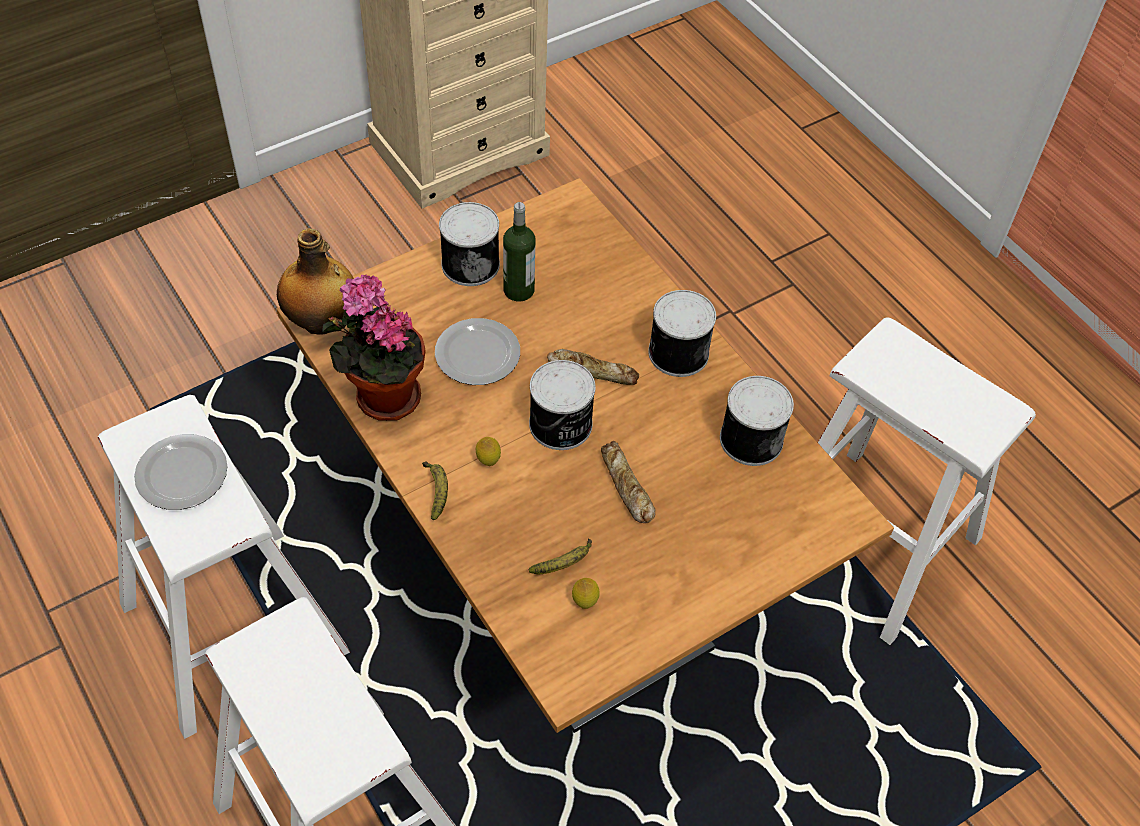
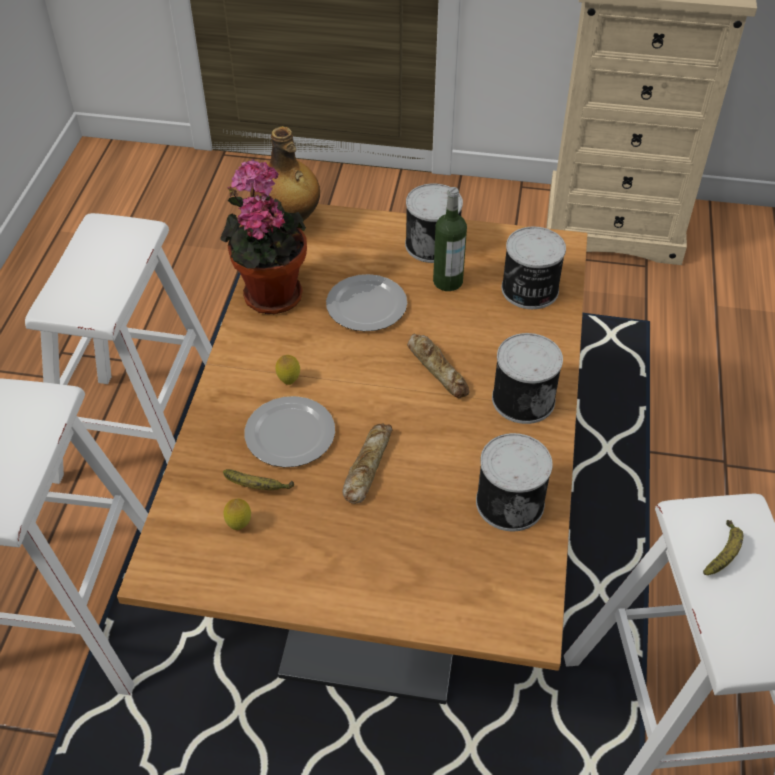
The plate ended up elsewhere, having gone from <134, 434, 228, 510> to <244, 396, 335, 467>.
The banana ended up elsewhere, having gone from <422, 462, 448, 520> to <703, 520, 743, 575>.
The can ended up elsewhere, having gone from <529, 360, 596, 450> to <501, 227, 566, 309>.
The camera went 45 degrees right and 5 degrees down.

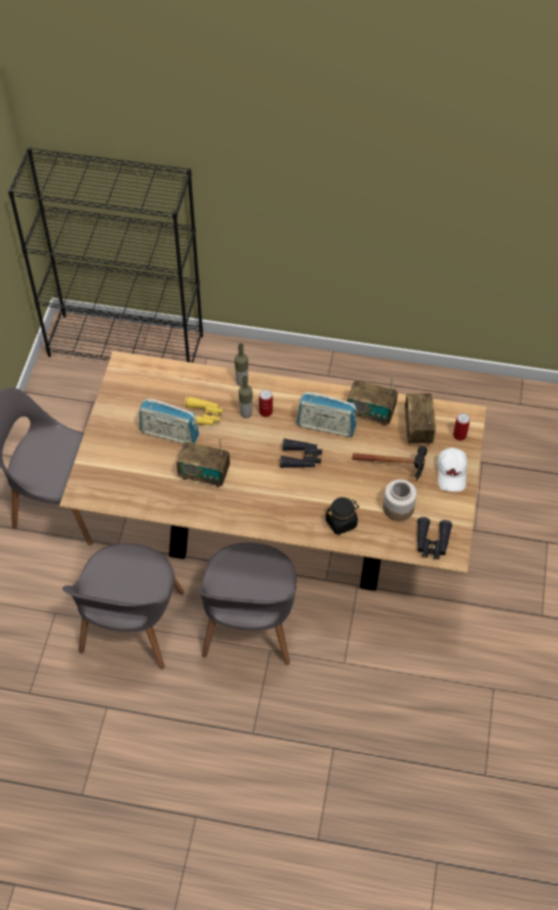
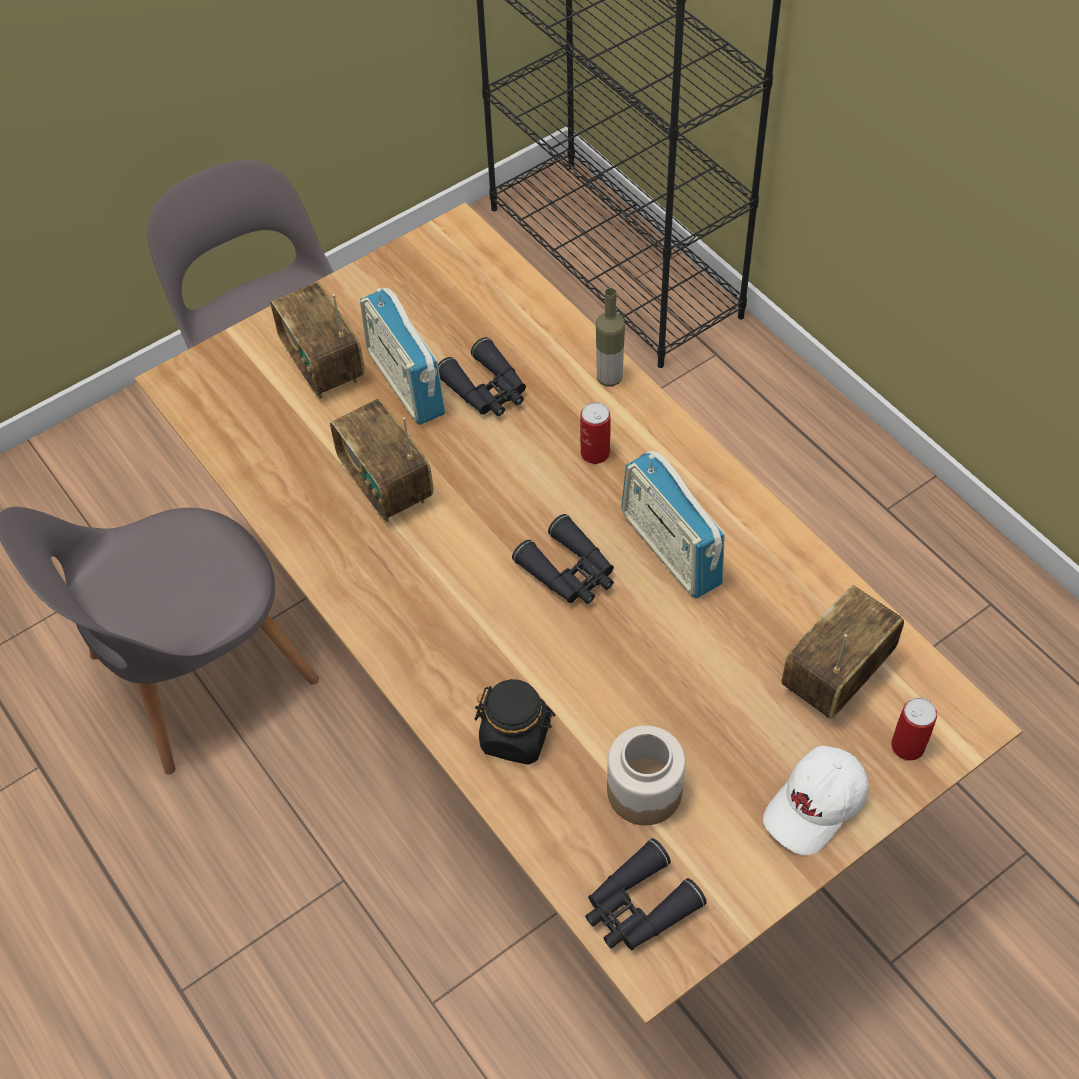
What was the binoculars (yellow) at <185, 396, 223, 426> turned into the binoculars (black) at <438, 337, 526, 416>.
The second view lost the chair (grey) at <197, 543, 297, 665>.
The second view lost the bottle at <239, 376, 253, 418>.
The radio ended up elsewhere, having gone from <347, 375, 398, 426> to <270, 282, 365, 399>.
The second view lost the hammer at <352, 446, 427, 481>.
The camera went 45 degrees right and 0 degrees up.

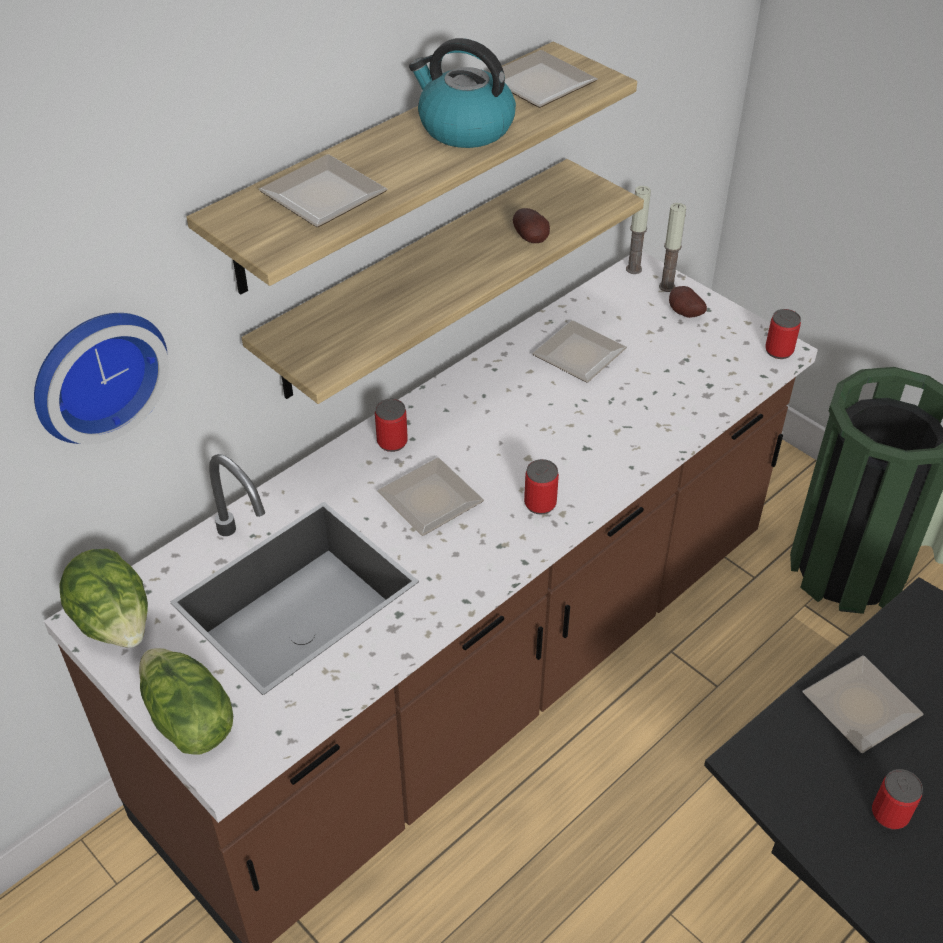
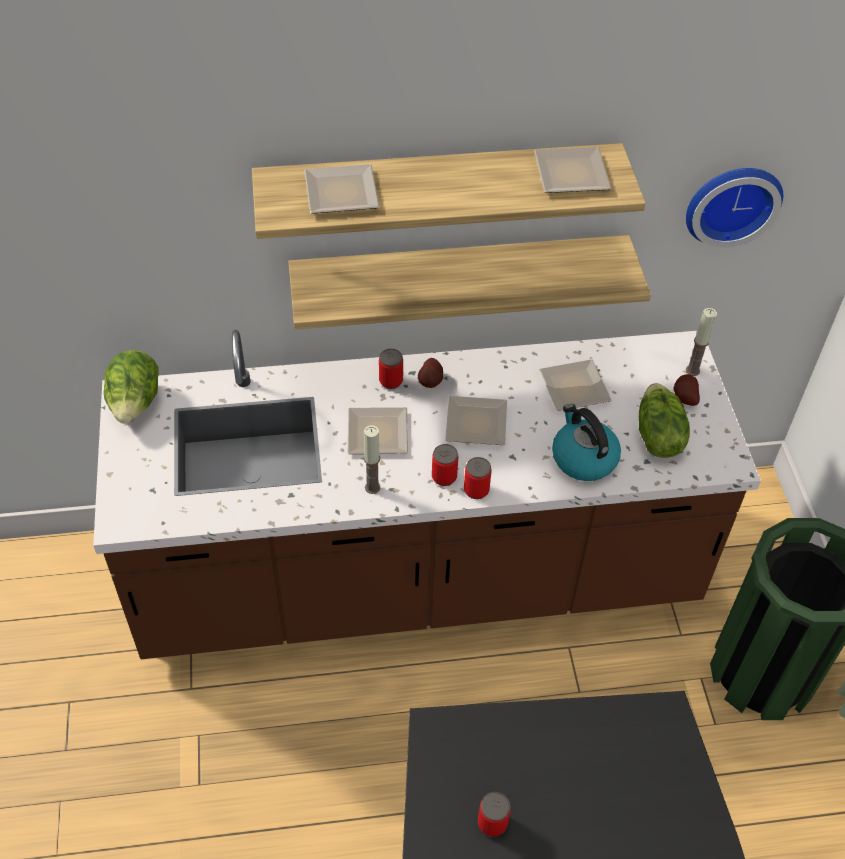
The wall clock ended up elsewhere, having gone from <34, 313, 169, 444> to <686, 168, 783, 248>.
The lettuce ended up elsewhere, having gone from <139, 648, 233, 755> to <639, 383, 690, 458>.
The kettle ended up elsewhere, having gone from <409, 38, 516, 148> to <552, 404, 621, 481>.
The potato ended up elsewhere, having gone from <513, 208, 550, 243> to <418, 358, 443, 388>.
The candle ended up elsewhere, having gone from <626, 186, 651, 274> to <364, 425, 380, 494>.
The can ended up elsewhere, having gone from <765, 309, 801, 359> to <464, 457, 491, 499>.
The plate ended up elsewhere, having gone from <803, 655, 924, 753> to <445, 396, 507, 445>.
The camera went 35 degrees right and 5 degrees up.

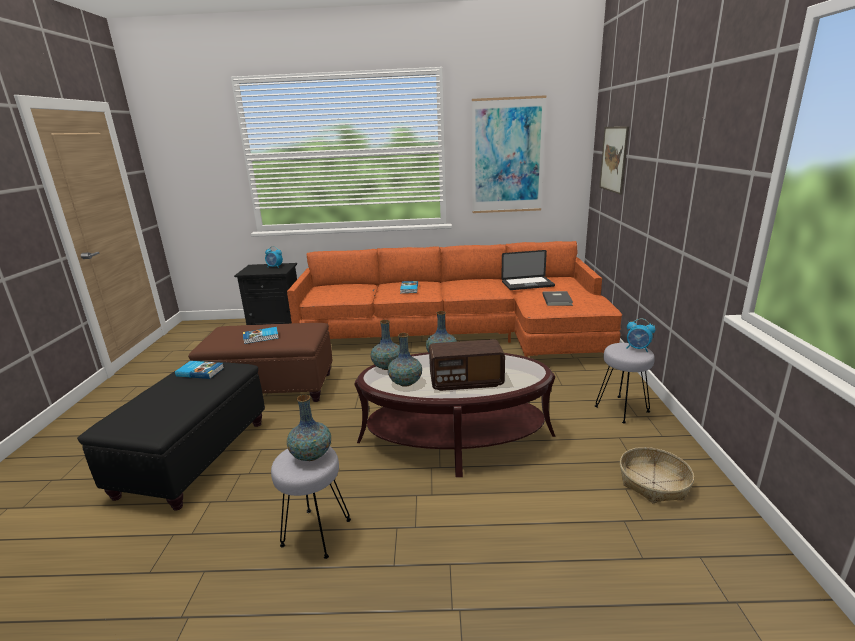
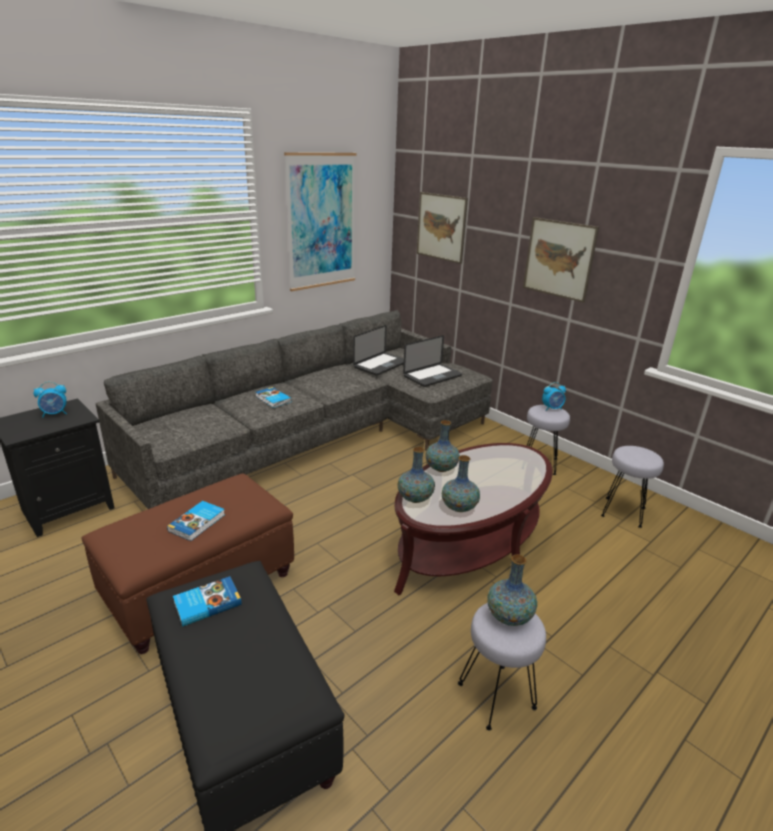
What was the sofa (orange) at <287, 241, 622, 357> turned into the sofa (grey) at <95, 310, 493, 509>.
The second view lost the radio at <429, 339, 505, 391>.
Where the book (grey) stood at <542, 291, 573, 306>, the laptop came to stand at <403, 335, 462, 387>.
Where the basket stood at <620, 447, 694, 503>, the stool (grey) came to stand at <601, 446, 664, 528>.
The second view gained the picture at <523, 217, 599, 303>.
The camera went 45 degrees left and 5 degrees up.

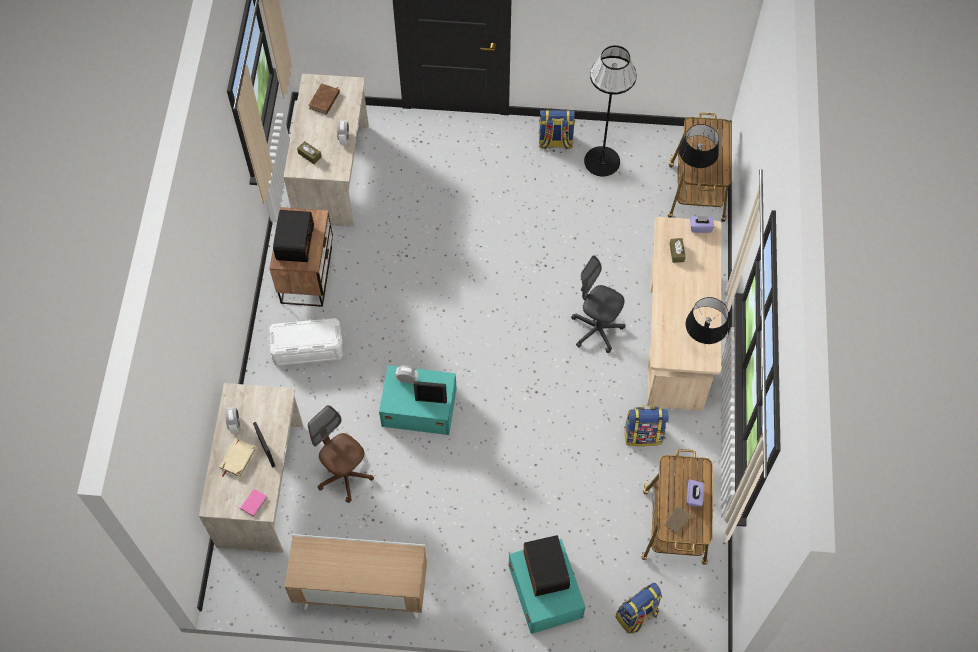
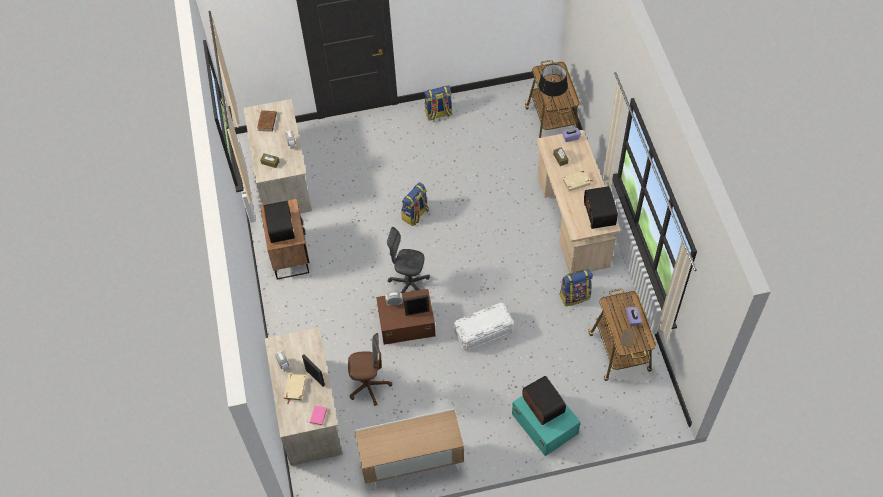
The storage box (white) ended up elsewhere, having gone from <269, 318, 343, 366> to <454, 302, 514, 351>.
The office chair (brown) at <308, 405, 374, 503> ended up facing another way, 150 degrees clockwise from before.
What was the storage box (turquoise) at <379, 365, 457, 435> turned into the storage box (brown) at <376, 289, 436, 345>.
The office chair (grey) ended up elsewhere, having gone from <571, 255, 626, 353> to <387, 227, 430, 293>.
The second view lost the floor lamp (black) at <584, 45, 637, 176>.
The backpack ended up elsewhere, having gone from <616, 583, 662, 634> to <401, 183, 429, 226>.
Where the table lamp (black) stood at <686, 297, 729, 344>, the radio came to stand at <584, 186, 618, 229>.
The second view gained the book (beige) at <562, 170, 593, 192>.
The camera went 15 degrees left and 5 degrees down.

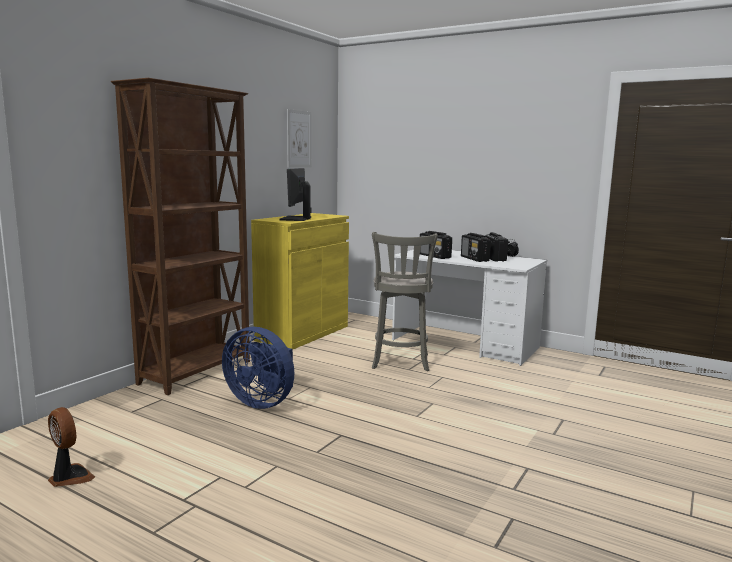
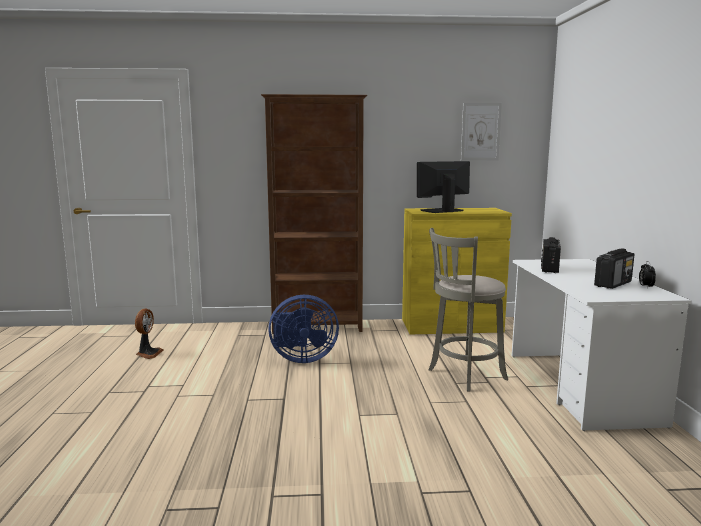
The fan (blue) at <222, 327, 294, 409> ended up facing another way, 90 degrees counterclockwise from before.
The second view lost the radio at <461, 233, 491, 262>.
The camera went 55 degrees right and 0 degrees up.

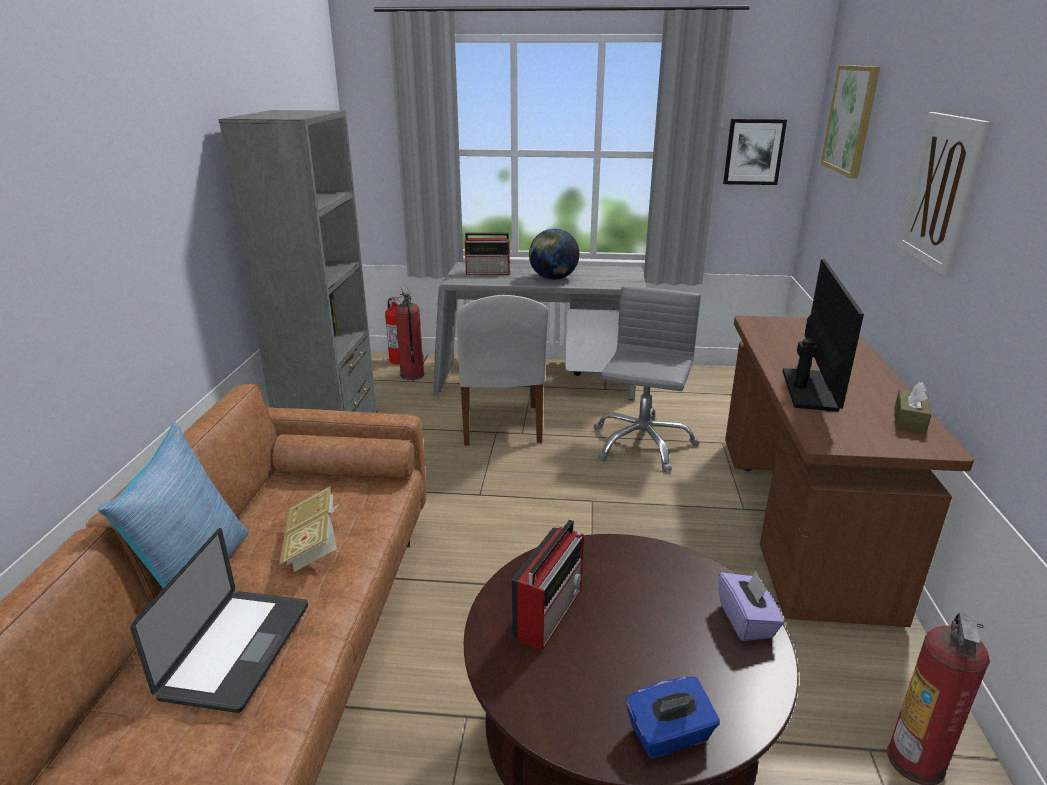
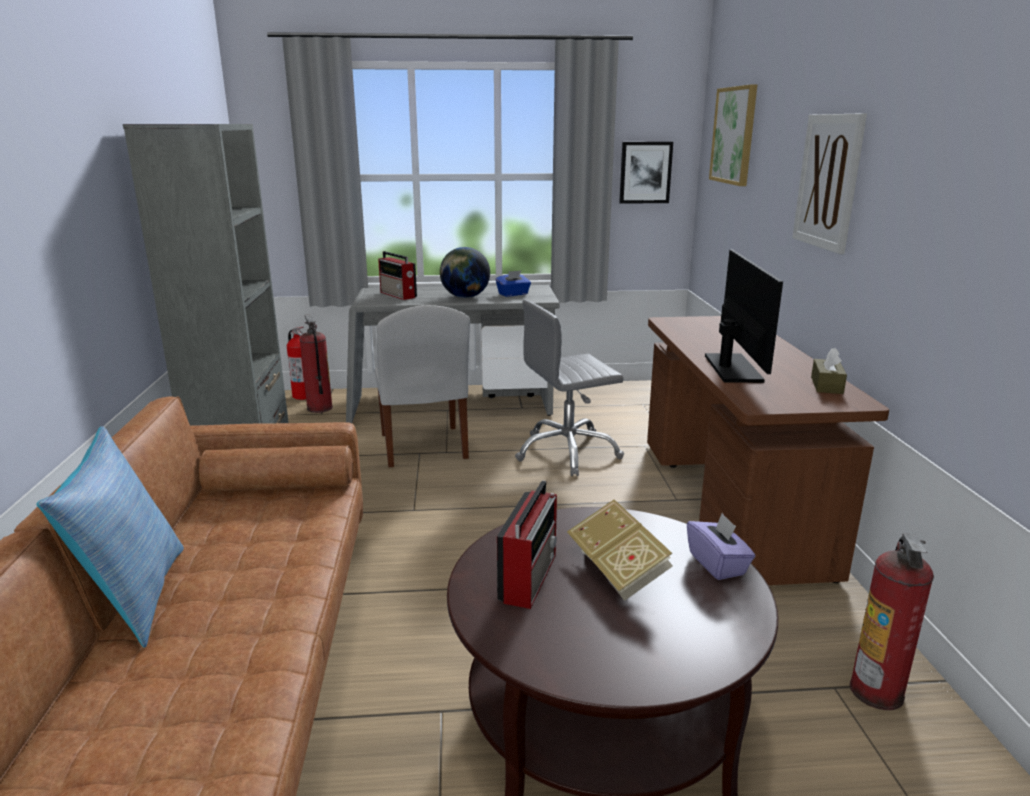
The second view lost the laptop at <130, 528, 308, 713>.
The book ended up elsewhere, having gone from <279, 486, 339, 572> to <567, 499, 673, 601>.
The radio at <465, 233, 512, 275> ended up facing another way, 60 degrees clockwise from before.
The office chair (grey) at <593, 286, 701, 472> ended up facing another way, 120 degrees counterclockwise from before.
The tissue box (blue) ended up elsewhere, having gone from <626, 677, 720, 758> to <496, 270, 531, 297>.
The camera went 10 degrees left and 5 degrees down.

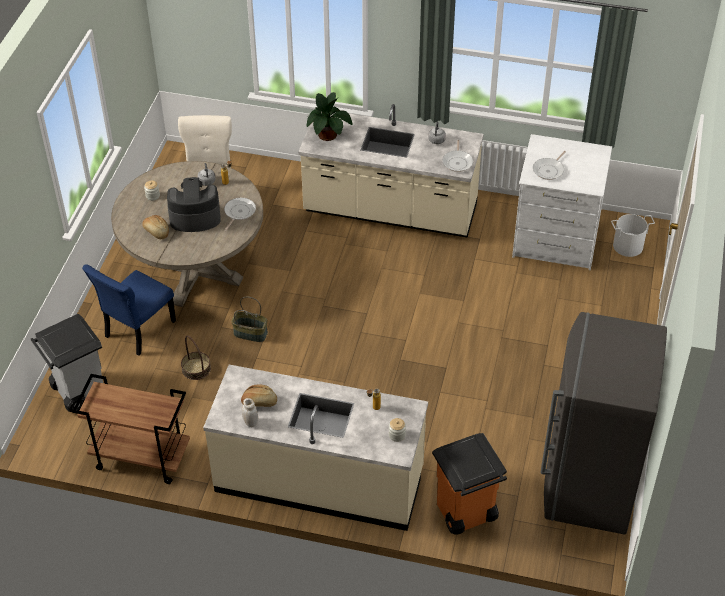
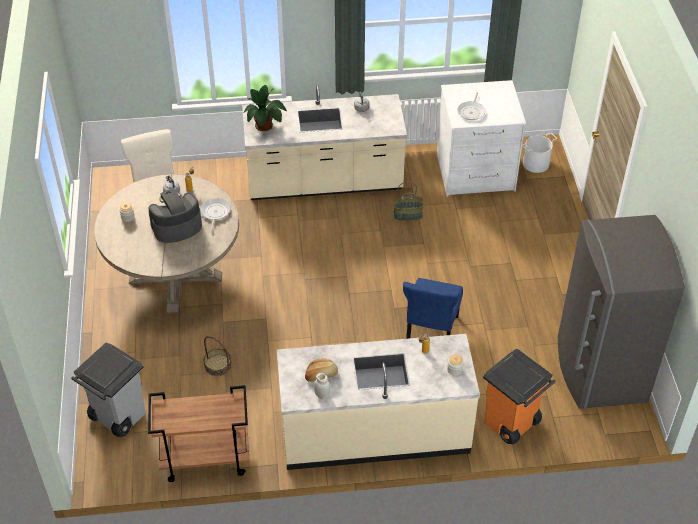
The chair (blue) ended up elsewhere, having gone from <82, 264, 176, 356> to <403, 278, 463, 339>.
The second view lost the bread at <142, 215, 169, 239>.
The basket ended up elsewhere, having gone from <231, 297, 268, 342> to <393, 181, 424, 220>.
The second view lost the frying pan at <442, 140, 473, 172>.
The camera went 20 degrees left and 0 degrees up.

